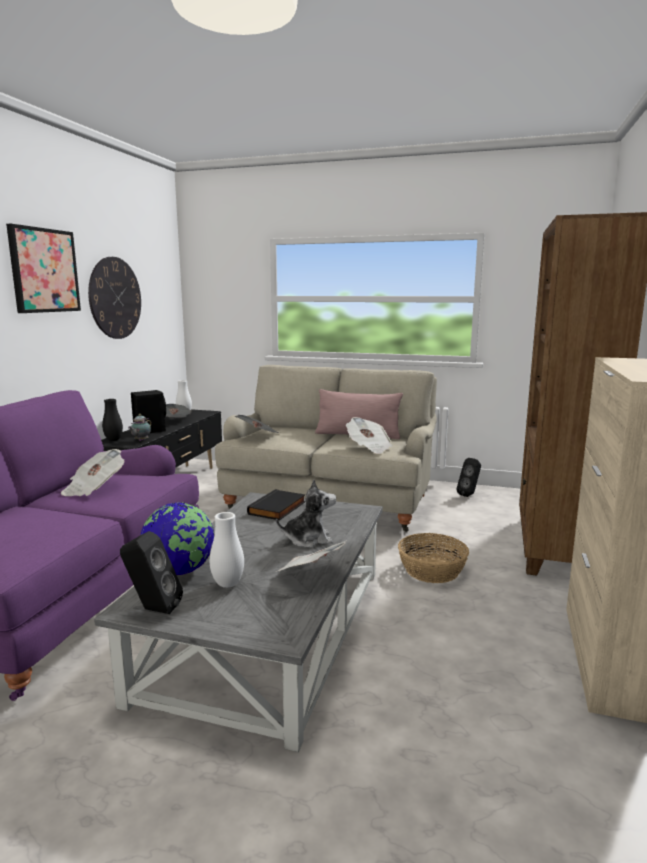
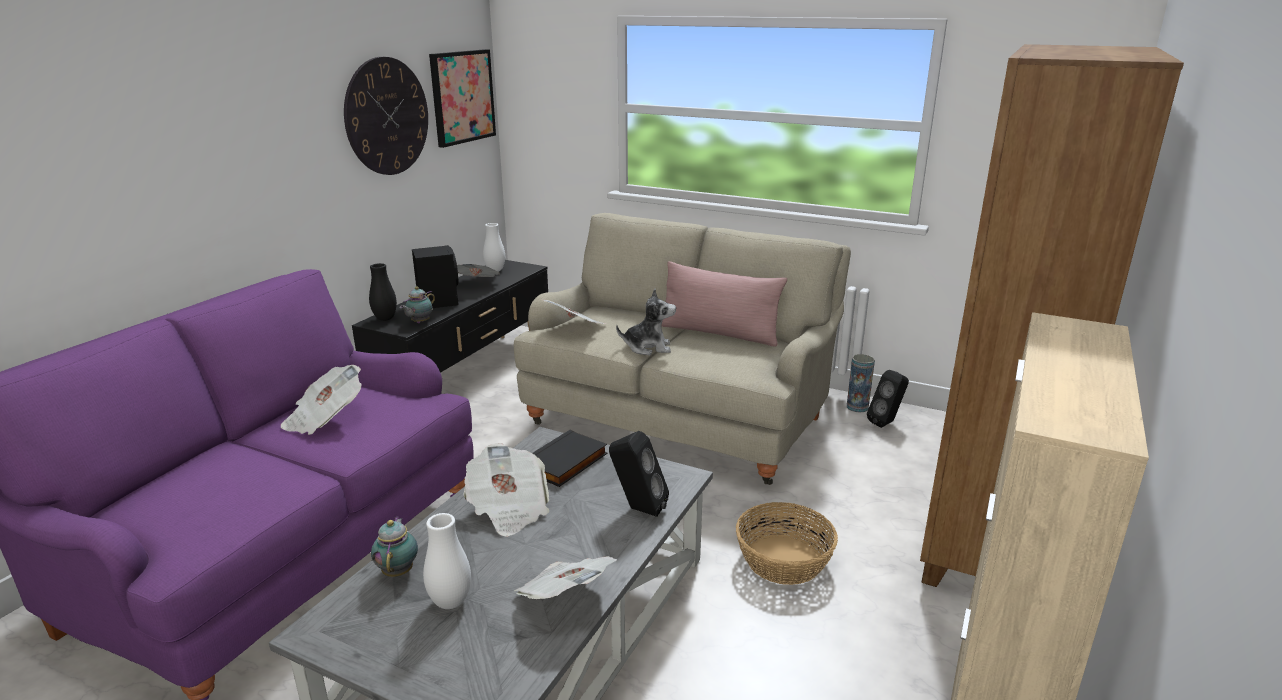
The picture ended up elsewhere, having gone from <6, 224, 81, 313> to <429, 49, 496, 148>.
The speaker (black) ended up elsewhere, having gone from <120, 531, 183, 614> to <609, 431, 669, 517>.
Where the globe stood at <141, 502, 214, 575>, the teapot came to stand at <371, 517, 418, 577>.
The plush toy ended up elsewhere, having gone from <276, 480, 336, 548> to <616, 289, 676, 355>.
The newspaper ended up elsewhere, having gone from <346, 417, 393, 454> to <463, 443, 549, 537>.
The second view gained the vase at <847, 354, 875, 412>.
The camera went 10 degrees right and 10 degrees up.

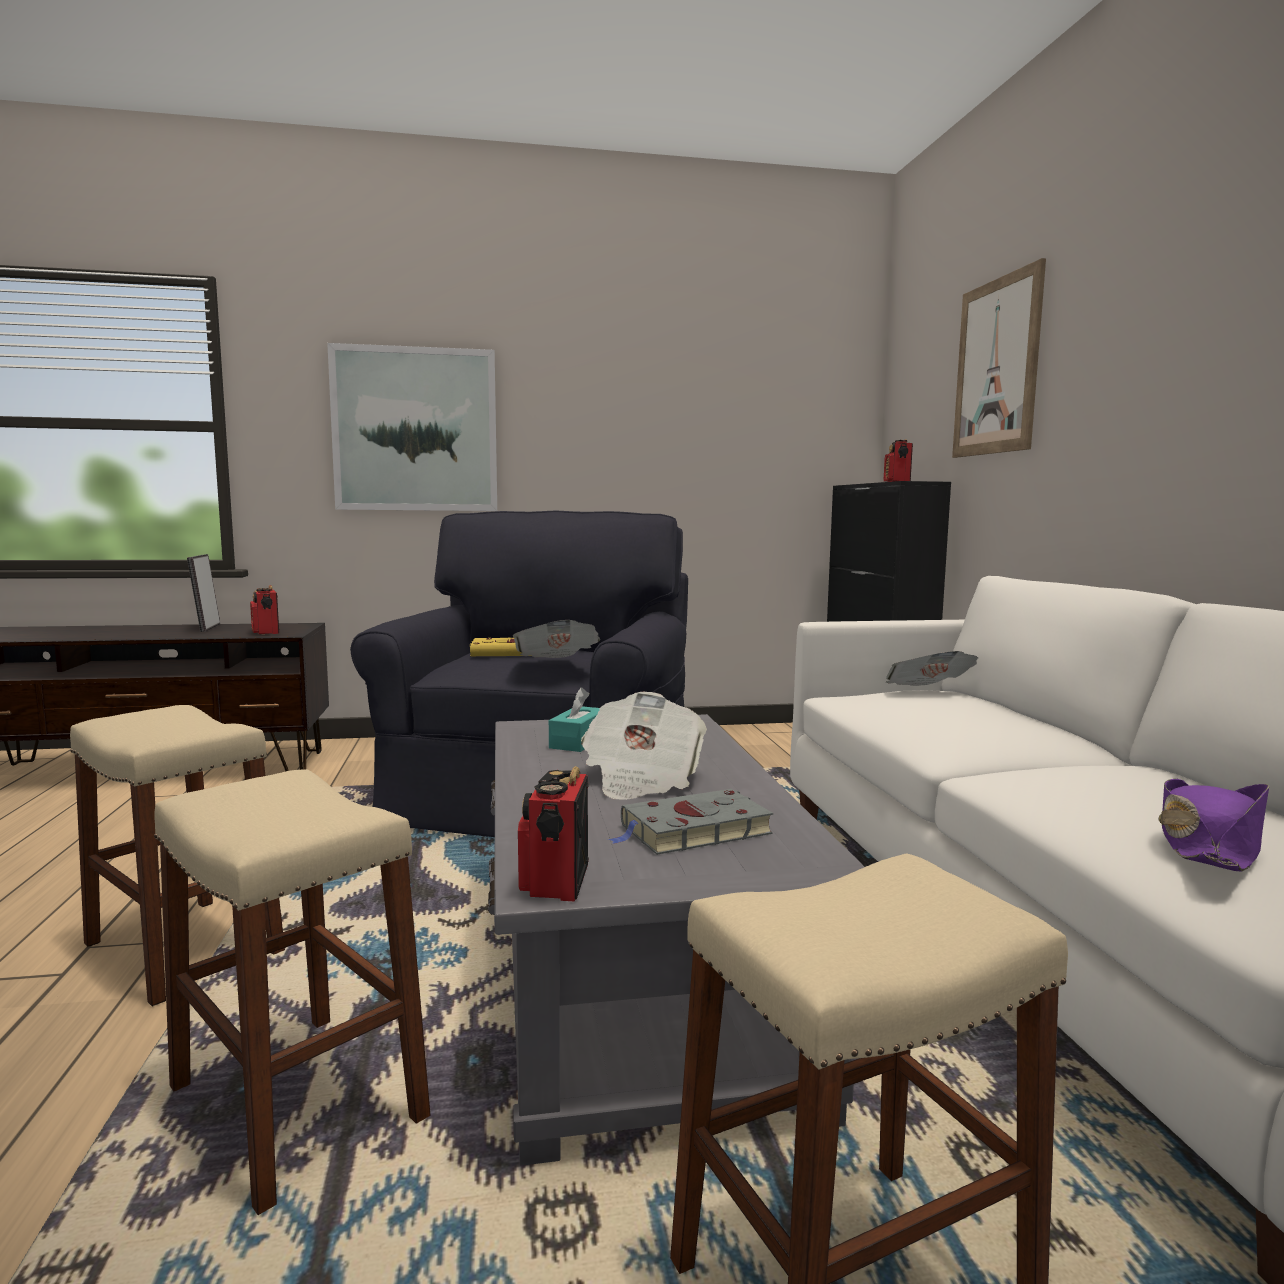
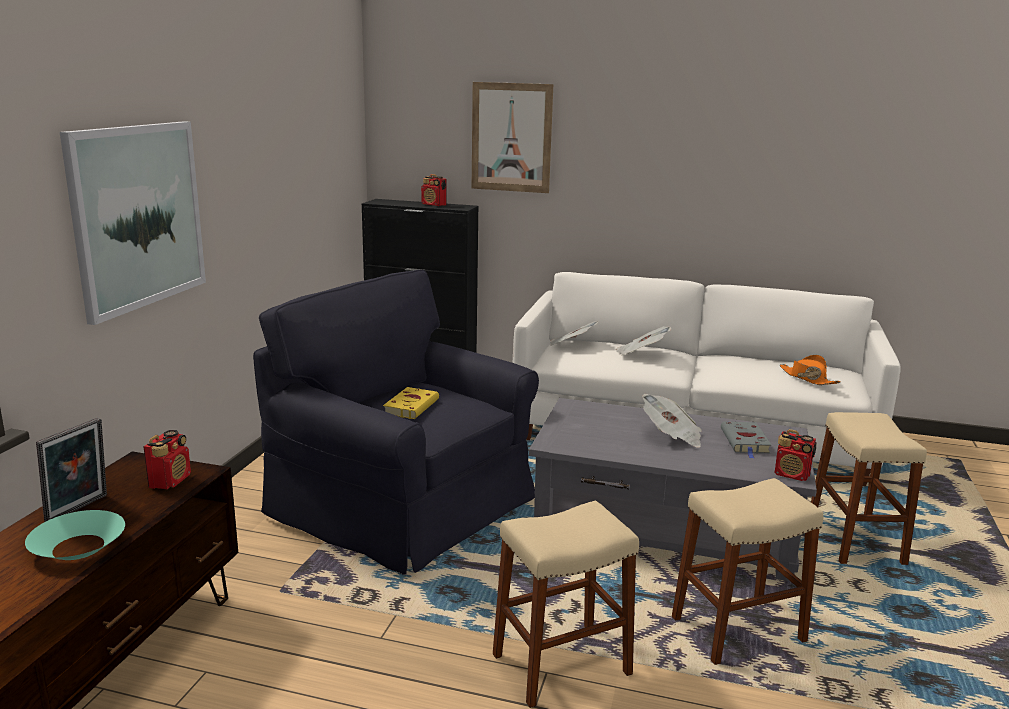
The picture frame at <187, 554, 221, 632> ended up facing another way, 75 degrees counterclockwise from before.
The radio at <250, 585, 280, 634> ended up facing another way, 75 degrees counterclockwise from before.
The newspaper ended up elsewhere, having gone from <512, 620, 601, 658> to <616, 326, 671, 355>.
The second view lost the tissue box (turquoise) at <549, 687, 600, 752>.
What was the hat (purple) at <1159, 779, 1269, 871> turned into the hat (orange) at <780, 355, 841, 385>.
The second view gained the bowl (turquoise) at <25, 510, 125, 560>.
The camera went 65 degrees left and 10 degrees up.

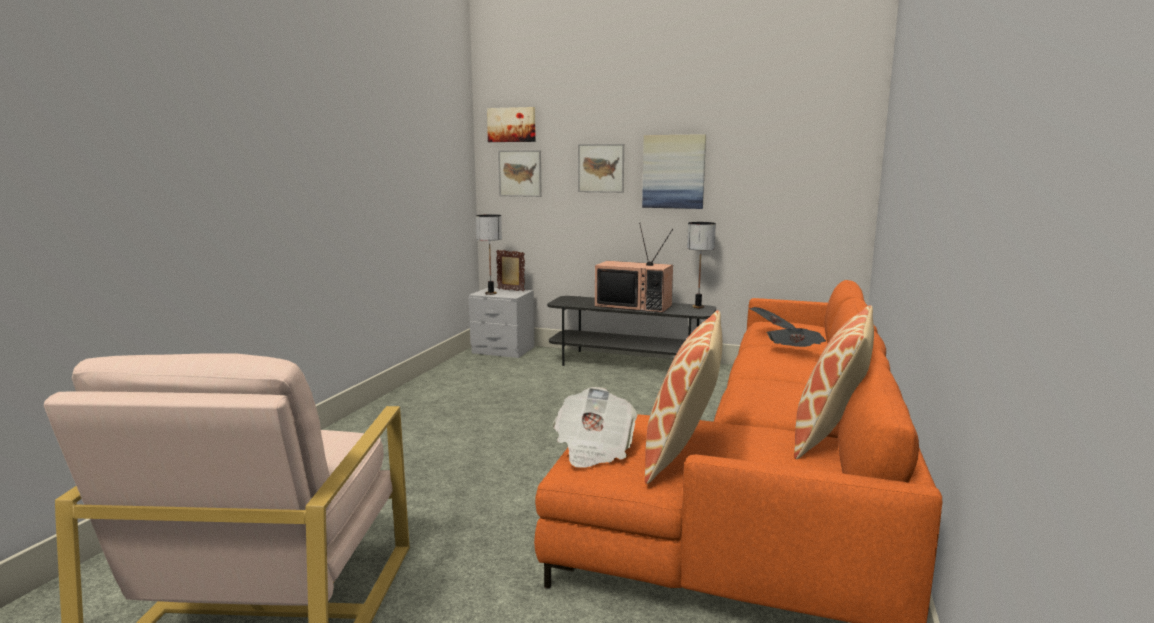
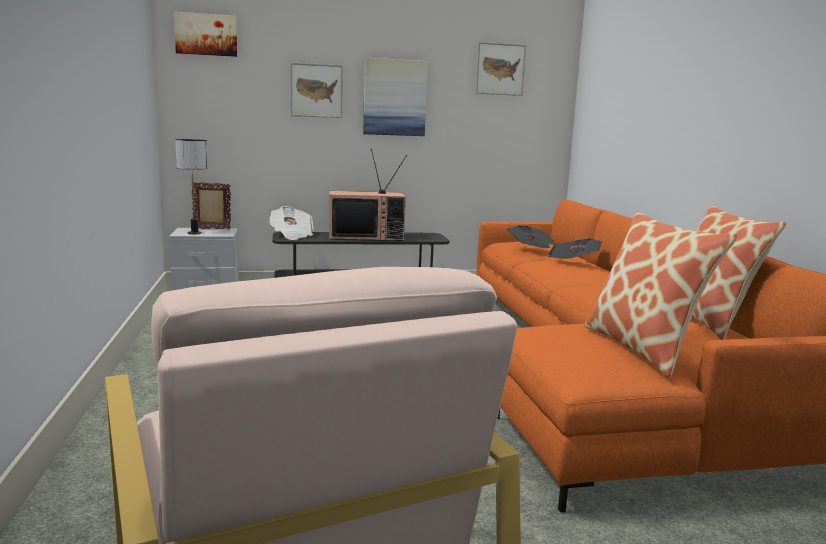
The picture ended up elsewhere, having gone from <498, 150, 542, 197> to <475, 42, 526, 96>.
The newspaper ended up elsewhere, having gone from <553, 387, 637, 468> to <269, 206, 314, 240>.
The second view lost the table lamp at <687, 222, 716, 308>.
The camera went 30 degrees left and 0 degrees up.

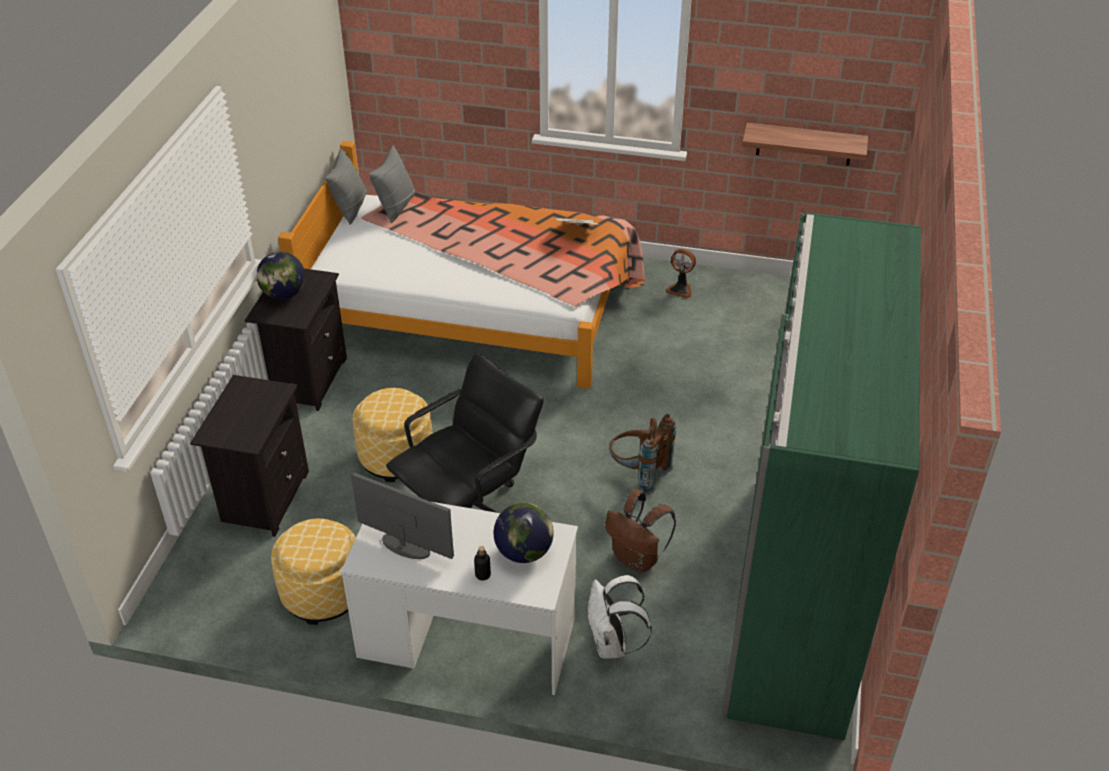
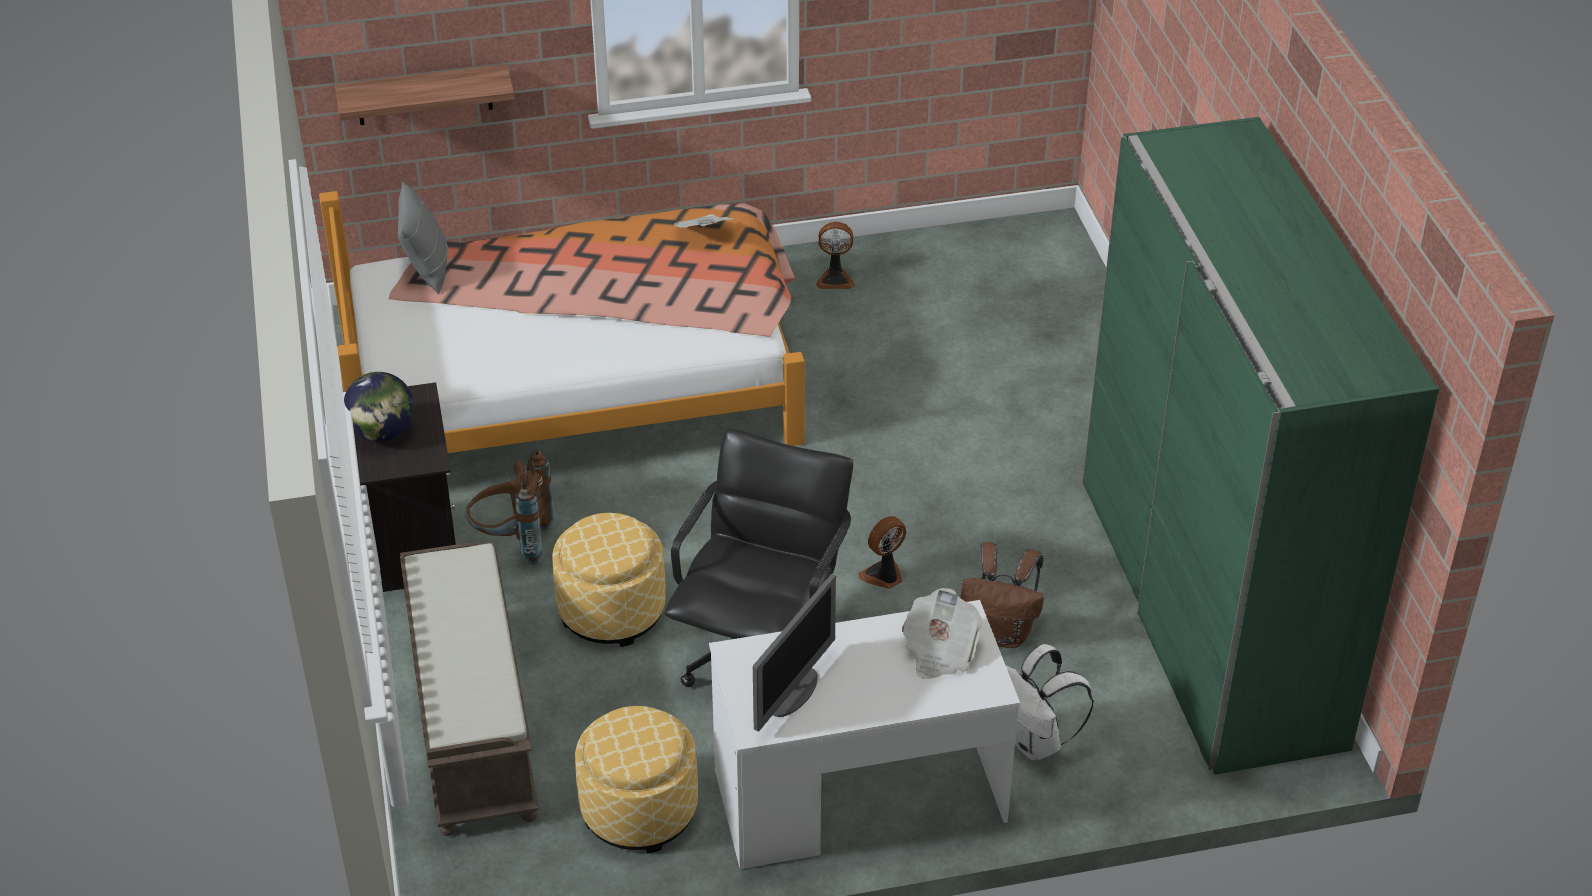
Where the nightstand (black) stood at <190, 375, 309, 537>, the bench (brown) came to stand at <400, 542, 539, 836>.
The second view lost the pillow (grey) at <326, 148, 366, 225>.
The monitor at <351, 472, 454, 559> ended up facing another way, 120 degrees clockwise from before.
The second view lost the bottle at <474, 546, 491, 580>.
Where the globe stood at <494, 503, 554, 563>, the newspaper came to stand at <902, 588, 983, 679>.
The backpack (brown) ended up elsewhere, having gone from <609, 414, 676, 495> to <465, 449, 556, 565>.
The shelf ended up elsewhere, having gone from <742, 123, 868, 166> to <335, 64, 515, 125>.
The second view gained the fan at <858, 516, 906, 589>.
The camera went 25 degrees left and 0 degrees up.

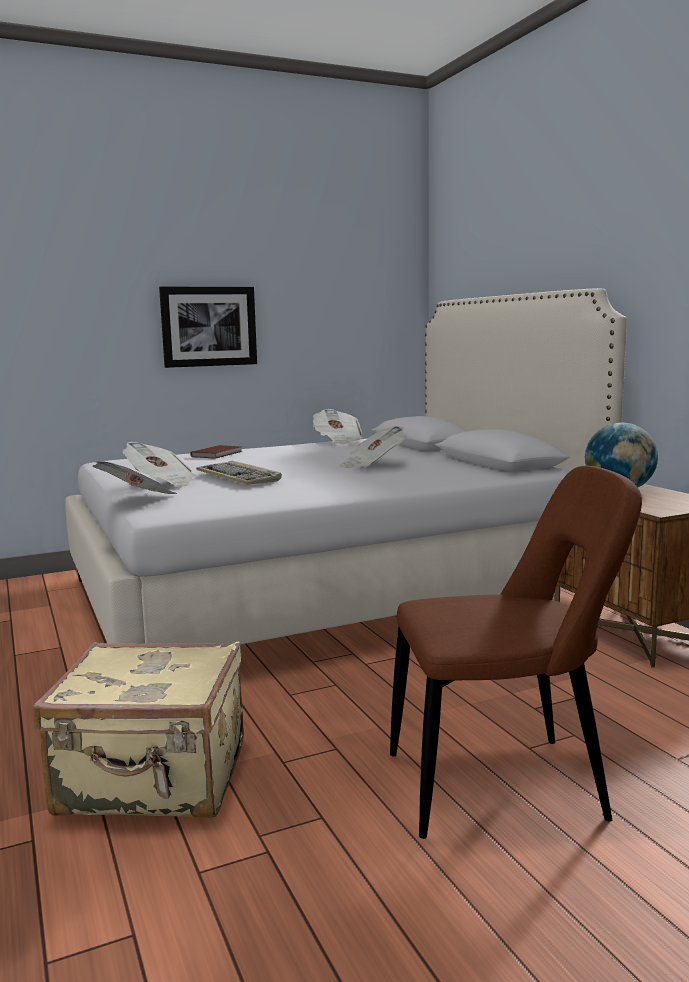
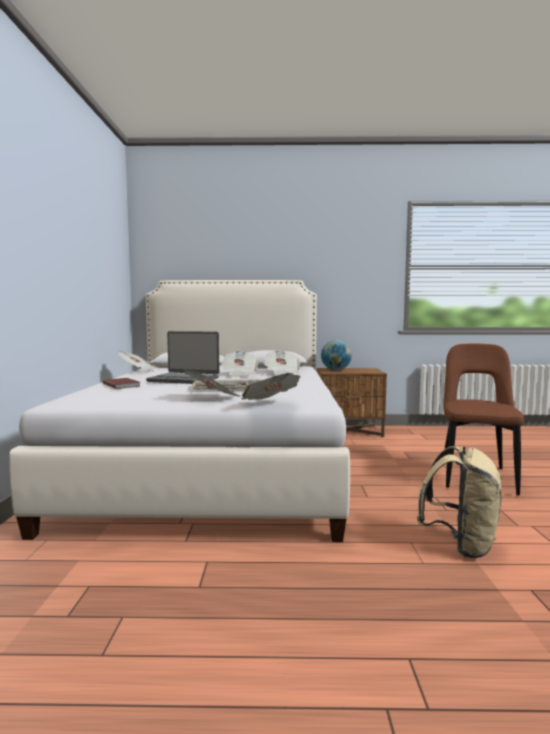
Where the suitcase (beige) stood at <33, 641, 244, 818>, the backpack (beige) came to stand at <417, 446, 502, 558>.
The second view lost the picture at <159, 287, 257, 368>.
The second view gained the laptop at <146, 331, 219, 384>.
The second view gained the newspaper at <264, 350, 300, 375>.
The camera went 65 degrees left and 5 degrees down.

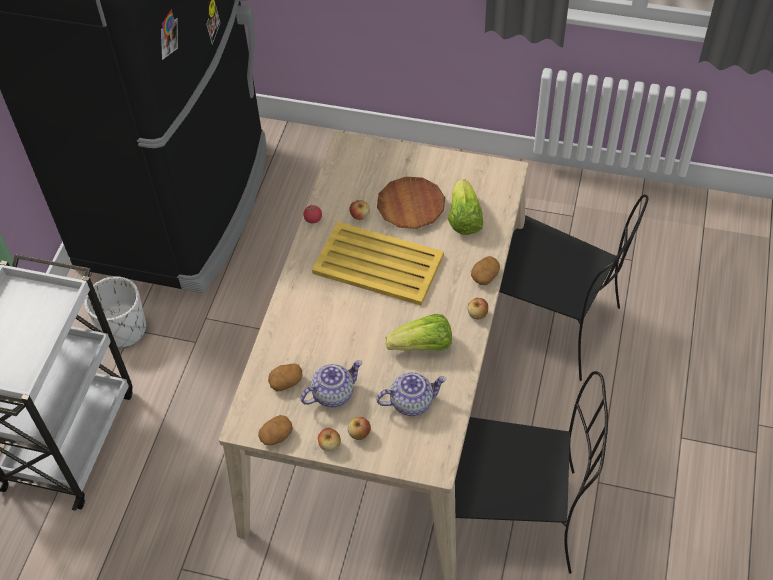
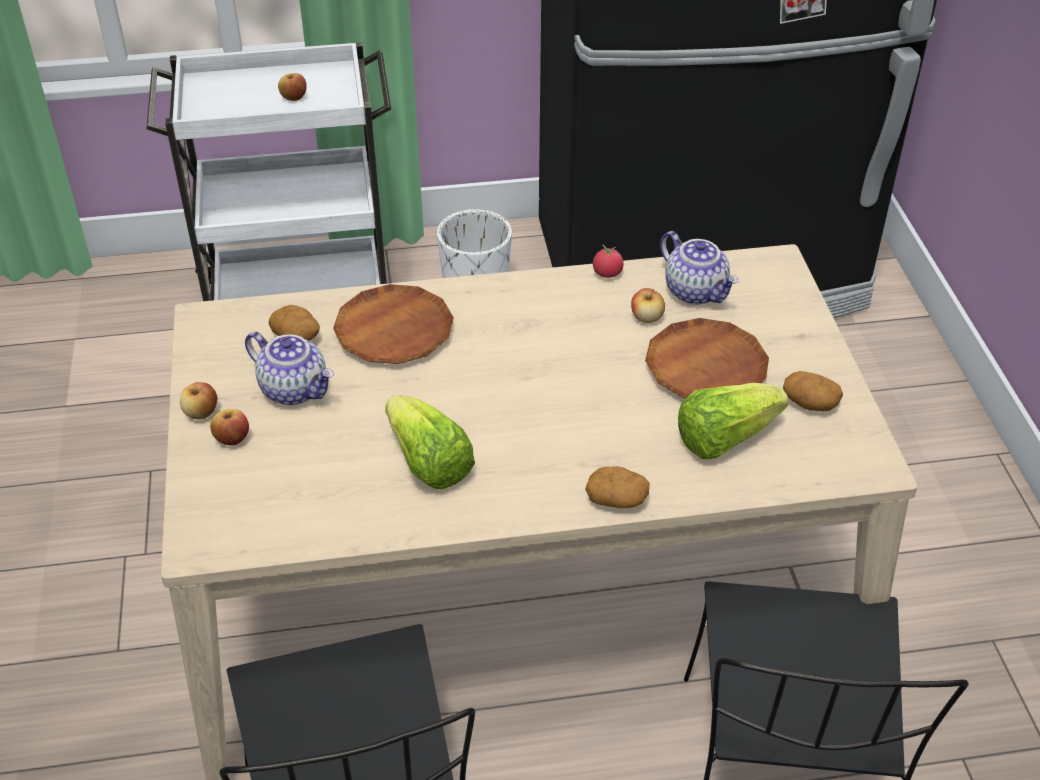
The potato ended up elsewhere, having gone from <258, 415, 293, 445> to <783, 371, 843, 411>.
The second view lost the tray (yellow) at <312, 222, 444, 306>.
The teapot ended up elsewhere, having gone from <376, 372, 447, 416> to <660, 231, 739, 305>.
The apple ended up elsewhere, having gone from <467, 298, 488, 319> to <278, 73, 307, 101>.
The second view gained the plate (brown) at <333, 284, 454, 364>.
The camera went 65 degrees right and 10 degrees down.

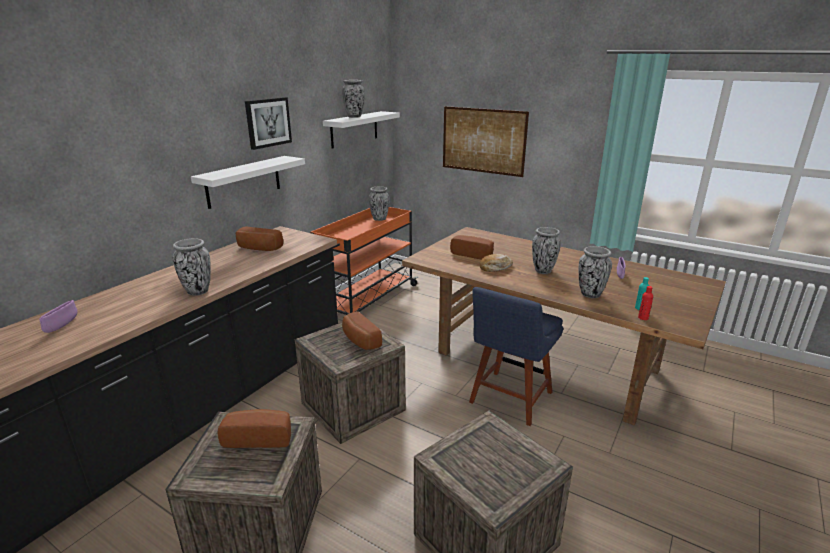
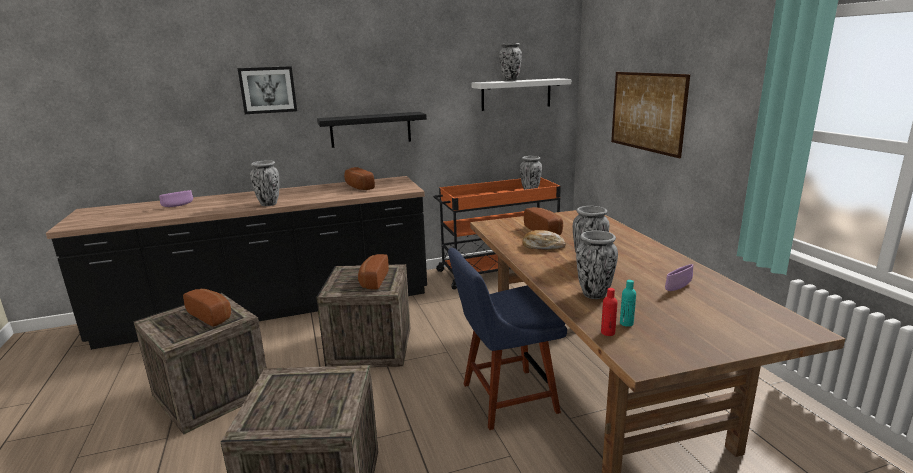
What was the shelf (white) at <191, 156, 305, 209> turned into the shelf (black) at <317, 112, 427, 148>.
The picture ended up elsewhere, having gone from <245, 97, 292, 150> to <238, 66, 297, 114>.
The camera went 40 degrees right and 5 degrees down.

